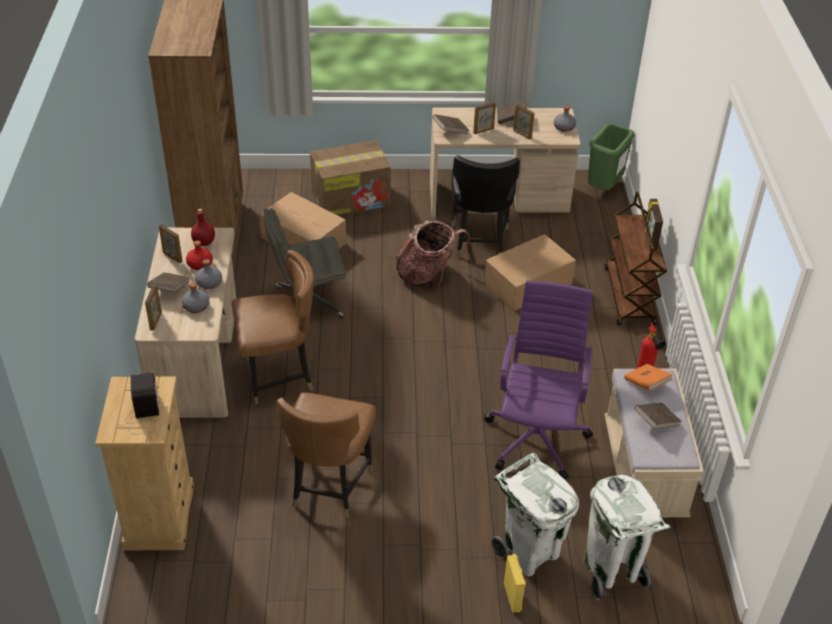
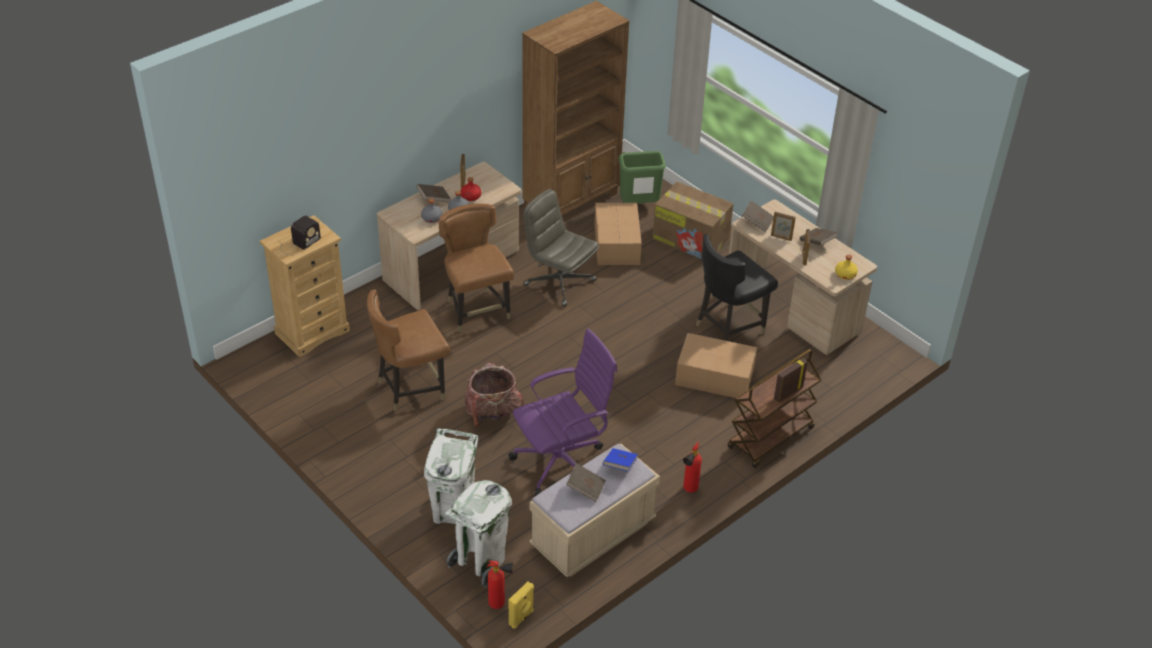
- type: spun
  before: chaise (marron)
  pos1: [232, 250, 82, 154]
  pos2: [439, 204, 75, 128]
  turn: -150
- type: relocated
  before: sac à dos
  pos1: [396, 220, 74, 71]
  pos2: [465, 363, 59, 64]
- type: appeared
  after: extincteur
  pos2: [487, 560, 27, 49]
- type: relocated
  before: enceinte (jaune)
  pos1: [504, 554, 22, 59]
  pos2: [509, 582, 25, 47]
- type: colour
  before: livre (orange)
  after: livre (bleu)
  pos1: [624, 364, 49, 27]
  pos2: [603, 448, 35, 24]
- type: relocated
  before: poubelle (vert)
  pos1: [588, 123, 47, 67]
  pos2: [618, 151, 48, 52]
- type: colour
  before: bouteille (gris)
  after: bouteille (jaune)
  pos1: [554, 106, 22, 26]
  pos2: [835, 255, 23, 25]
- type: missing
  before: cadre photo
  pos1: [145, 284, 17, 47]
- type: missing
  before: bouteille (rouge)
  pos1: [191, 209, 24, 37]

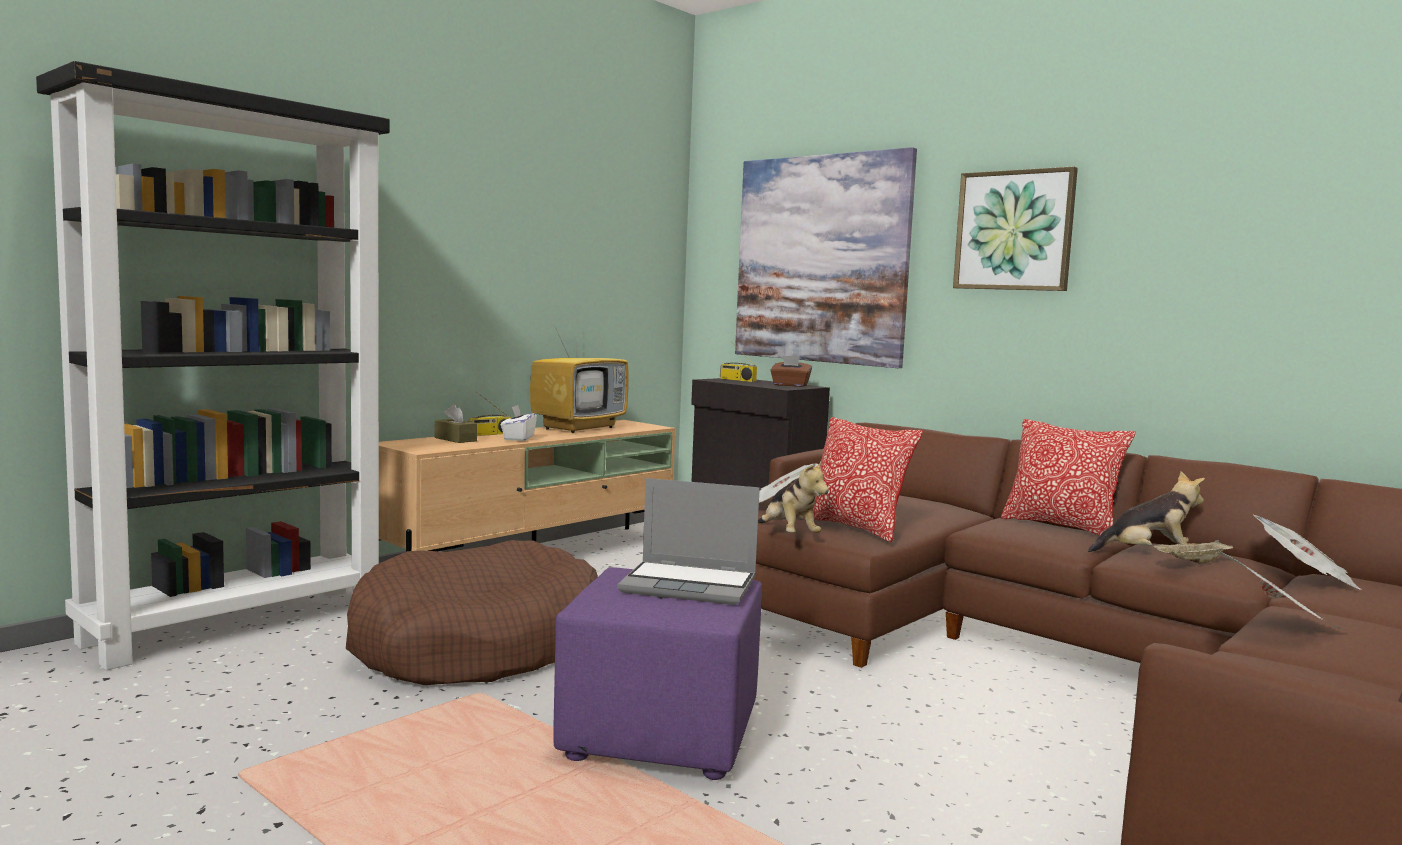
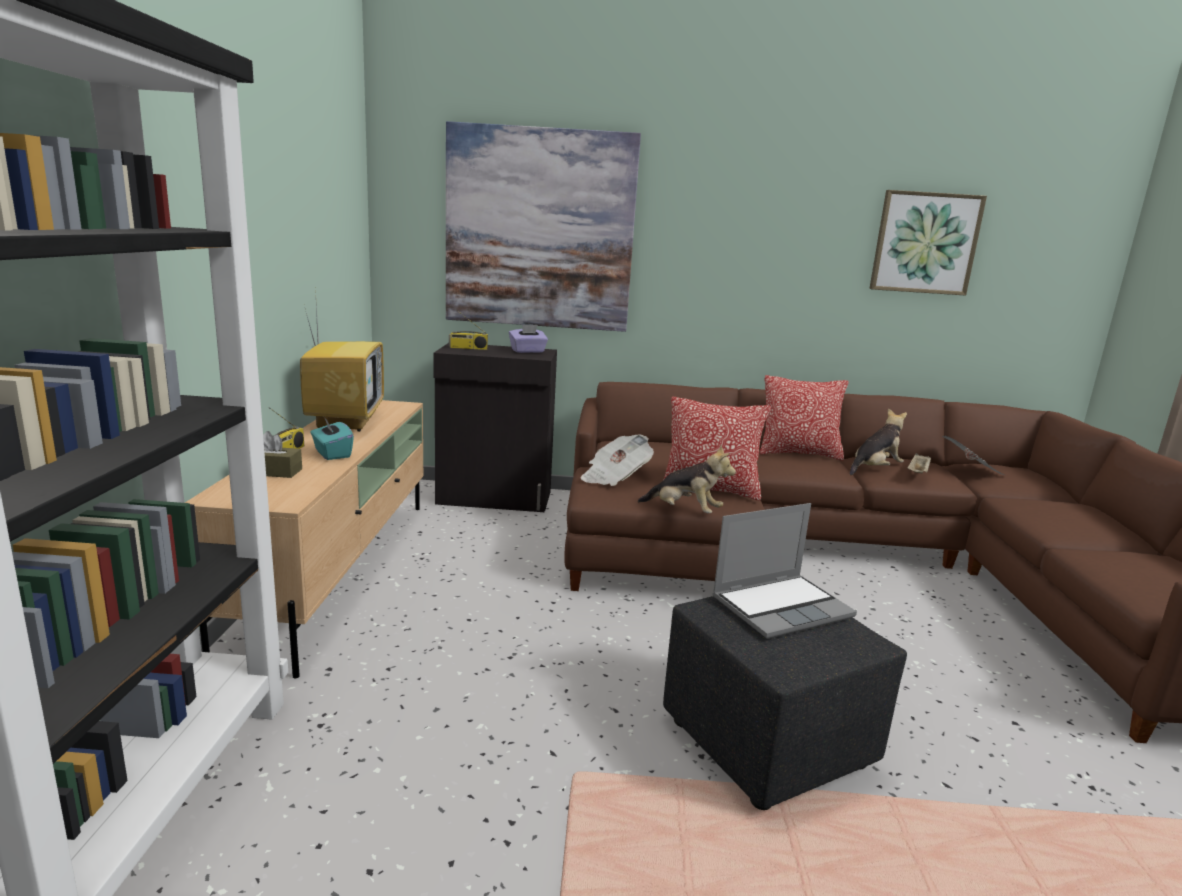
- type: colour
  before: boîte à mouchoirs (blanc)
  after: boîte à mouchoirs (turquoise)
  pos1: [501, 405, 36, 36]
  pos2: [310, 417, 44, 43]
- type: colour
  before: boîte à mouchoirs (marron)
  after: boîte à mouchoirs (violet)
  pos1: [770, 355, 42, 32]
  pos2: [509, 324, 39, 29]
- type: colour
  before: pouf (violet)
  after: pouf (noir)
  pos1: [553, 567, 209, 213]
  pos2: [663, 596, 244, 214]
- type: relocated
  before: tableau
  pos1: [953, 166, 125, 125]
  pos2: [869, 190, 118, 106]
- type: missing
  before: panier pour chien (marron)
  pos1: [346, 540, 252, 145]
- type: missing
  before: journal
  pos1: [1215, 550, 132, 81]

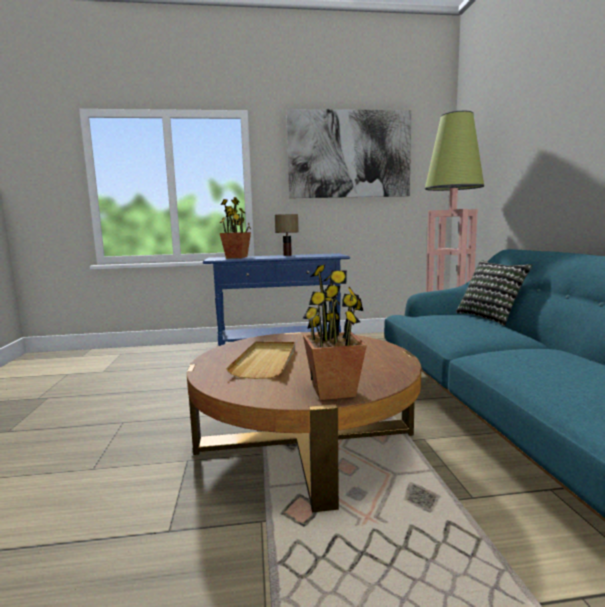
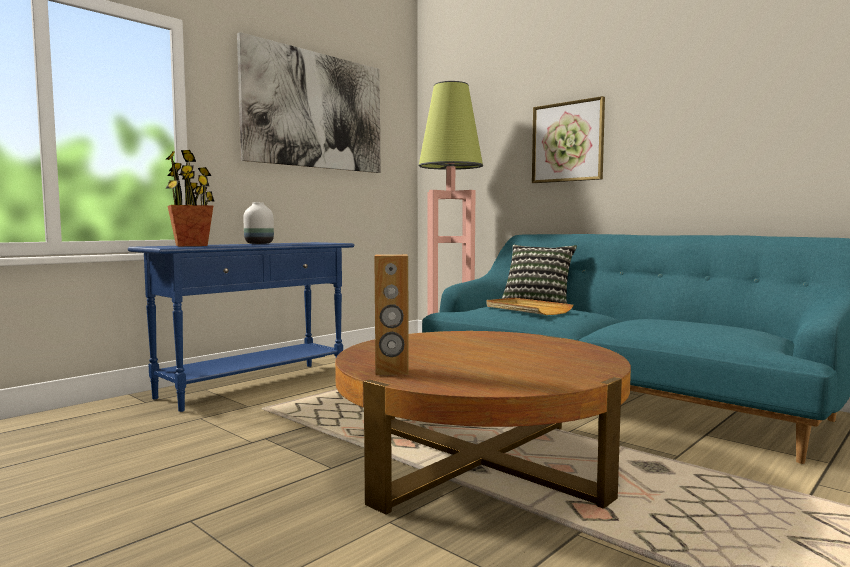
- type: exchanged
  before: lampe de table
  after: vase (blanc)
  pos1: [275, 214, 23, 42]
  pos2: [244, 202, 30, 42]
- type: appeared
  after: enceinte (marron)
  pos2: [374, 254, 35, 121]
- type: relocated
  before: plateau (beige)
  pos1: [226, 341, 69, 38]
  pos2: [487, 298, 86, 17]
- type: appeared
  after: tableau
  pos2: [532, 96, 73, 87]
- type: missing
  before: plante en pot
  pos1: [303, 265, 64, 135]

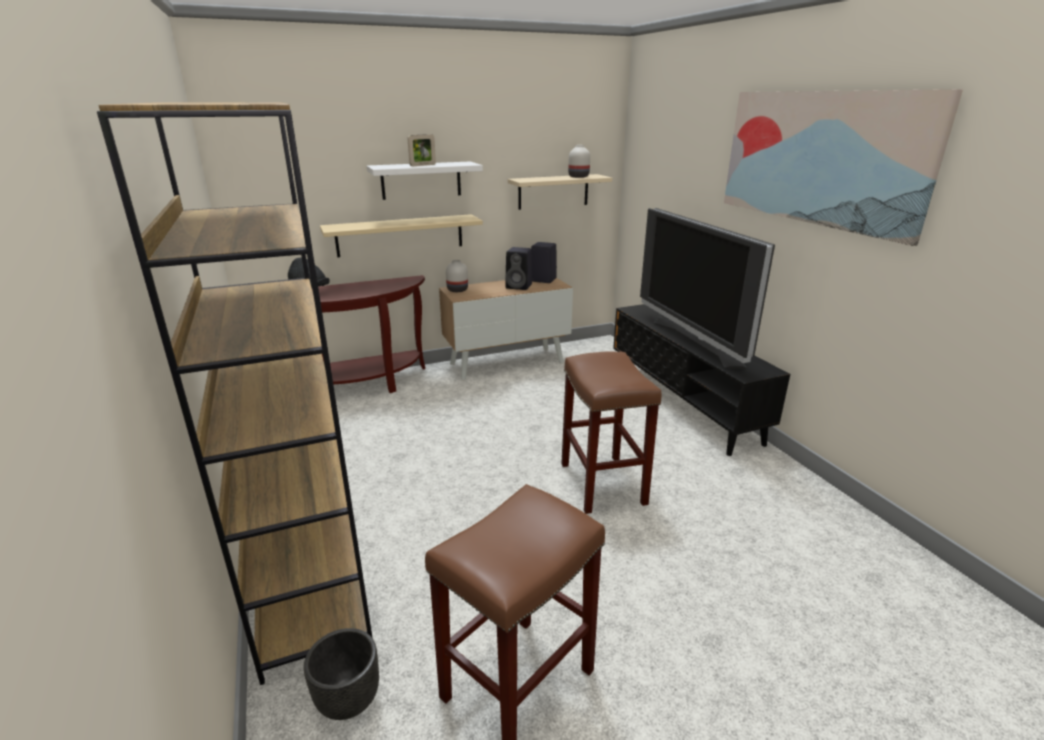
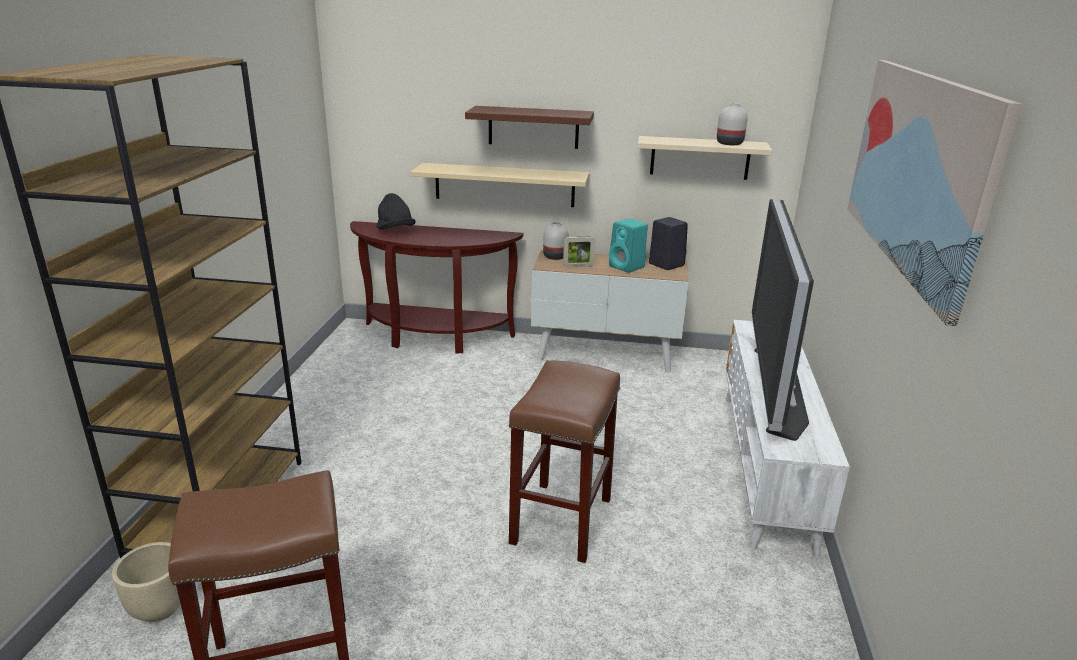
- type: colour
  before: cache-pot (noir)
  after: cache-pot (beige)
  pos1: [304, 628, 75, 92]
  pos2: [112, 542, 69, 80]
- type: colour
  before: étagère (blanc)
  after: étagère (marron)
  pos1: [367, 161, 116, 39]
  pos2: [465, 106, 129, 43]
- type: relocated
  before: cadre photo
  pos1: [407, 134, 29, 32]
  pos2: [563, 236, 32, 32]
- type: colour
  before: enceinte (noir)
  after: enceinte (turquoise)
  pos1: [506, 247, 26, 43]
  pos2: [609, 218, 39, 55]
- type: colour
  before: meuble télé (noir)
  after: meuble télé (blanc)
  pos1: [613, 304, 177, 152]
  pos2: [726, 320, 124, 238]

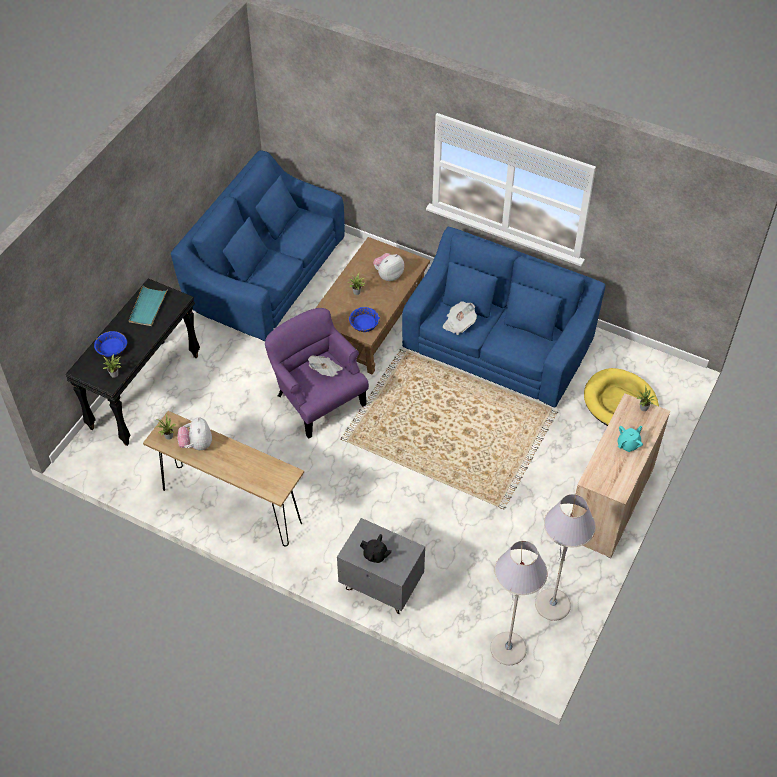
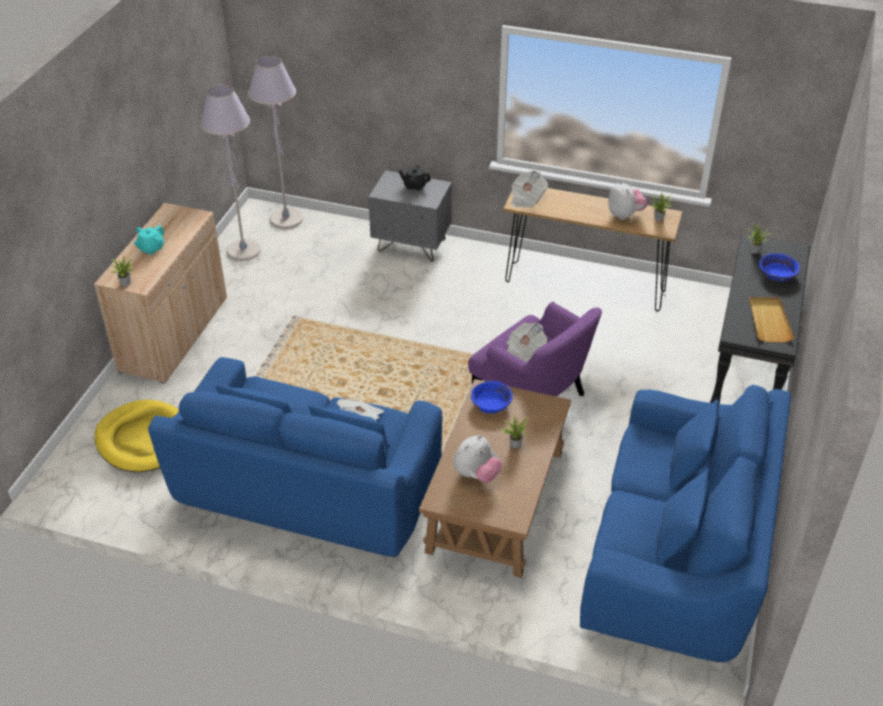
- type: appeared
  after: journal
  pos2: [510, 170, 38, 38]
- type: colour
  before: plateau (turquoise)
  after: plateau (beige)
  pos1: [129, 285, 38, 41]
  pos2: [749, 297, 45, 45]

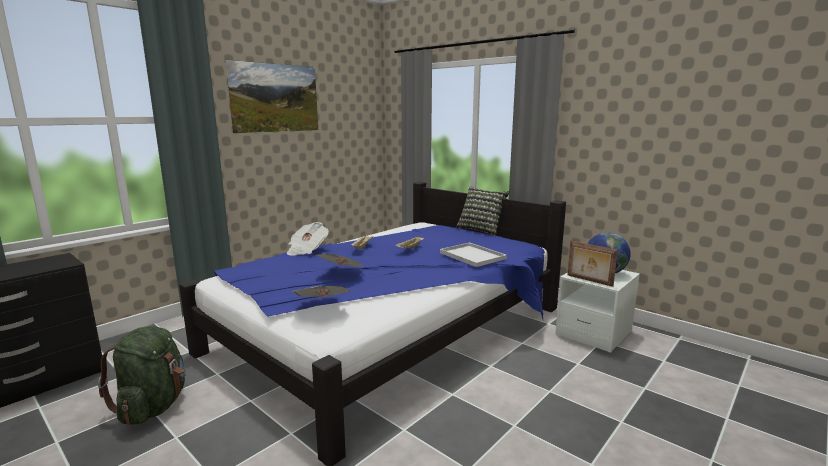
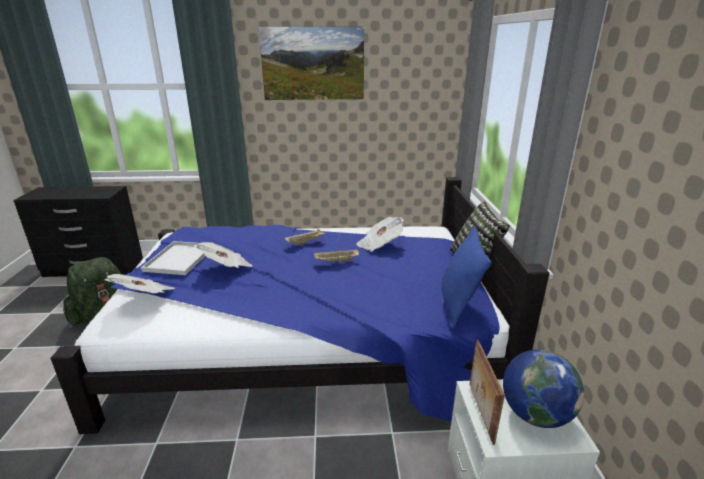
- type: relocated
  before: plateau (blanc)
  pos1: [440, 243, 67, 24]
  pos2: [141, 241, 64, 34]
- type: relocated
  before: journal
  pos1: [287, 222, 42, 34]
  pos2: [356, 217, 48, 34]
- type: appeared
  after: coussin (bleu)
  pos2: [442, 226, 50, 103]

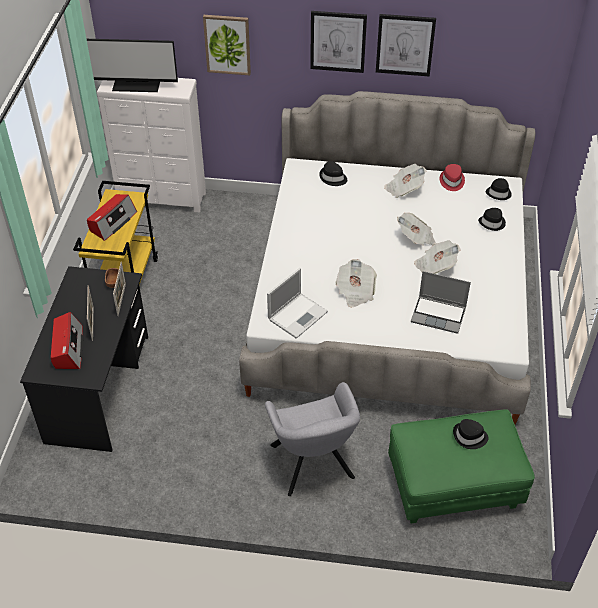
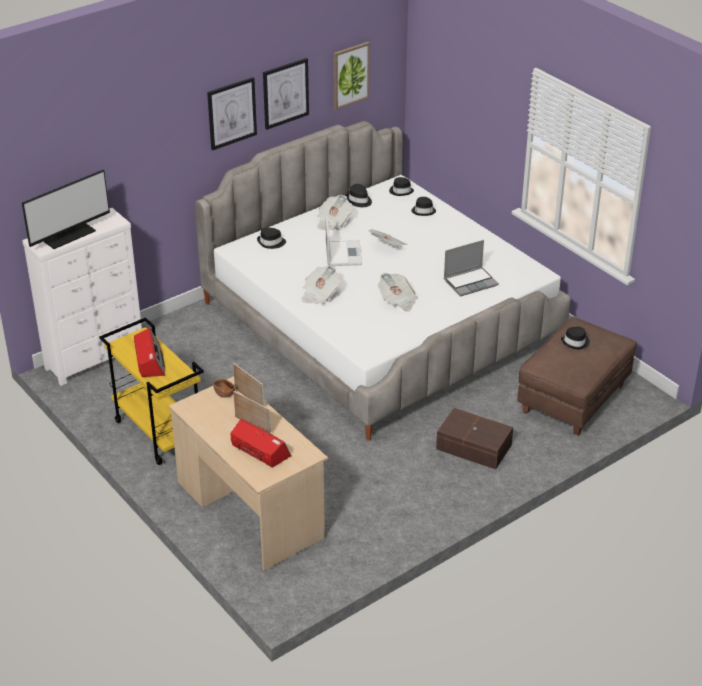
- type: colour
  before: bureau (noir)
  after: bureau (beige)
  pos1: [20, 266, 128, 186]
  pos2: [169, 376, 159, 195]
- type: relocated
  before: journal
  pos1: [414, 240, 46, 34]
  pos2: [301, 266, 40, 39]
- type: relocated
  before: ordinateur portable
  pos1: [267, 268, 61, 71]
  pos2: [325, 215, 37, 51]
- type: relocated
  before: tableau
  pos1: [203, 15, 48, 60]
  pos2: [334, 42, 36, 68]
- type: colour
  before: chapeau (rouge)
  after: chapeau (noir)
  pos1: [440, 164, 25, 27]
  pos2: [346, 184, 26, 23]
- type: exchanged
  before: fauteuil (gris)
  after: boîte de rangement (marron)
  pos1: [265, 382, 95, 114]
  pos2: [436, 408, 77, 61]
- type: colour
  before: pouf (vert)
  after: pouf (marron)
  pos1: [388, 409, 147, 115]
  pos2: [517, 317, 120, 119]

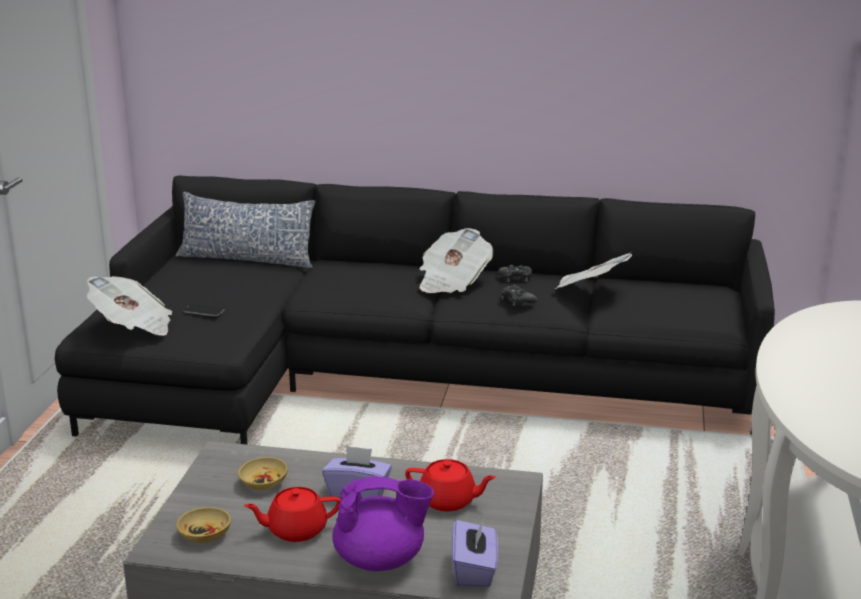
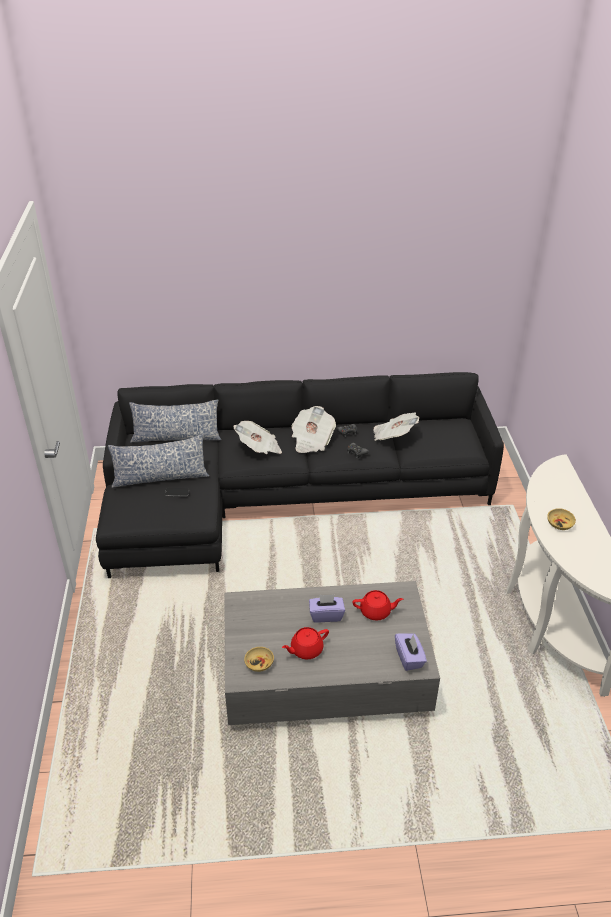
- type: appeared
  after: coussin
  pos2: [108, 434, 101, 54]
- type: relocated
  before: journal
  pos1: [87, 276, 85, 60]
  pos2: [234, 421, 48, 33]
- type: relocated
  before: bol (beige)
  pos1: [238, 457, 50, 33]
  pos2: [547, 508, 29, 22]
- type: missing
  before: théière (violet)
  pos1: [333, 476, 101, 95]

